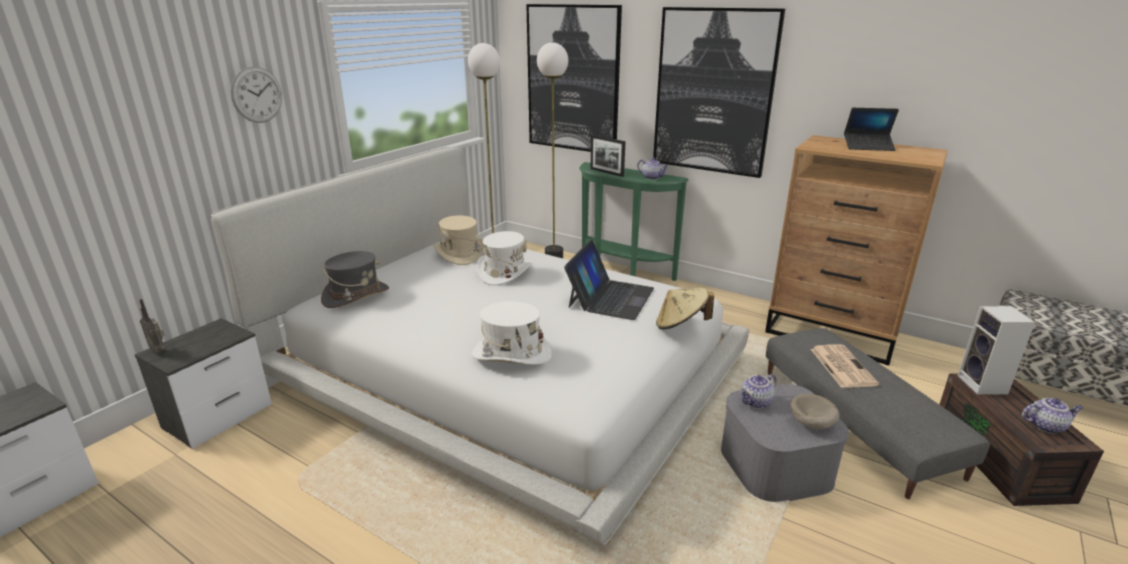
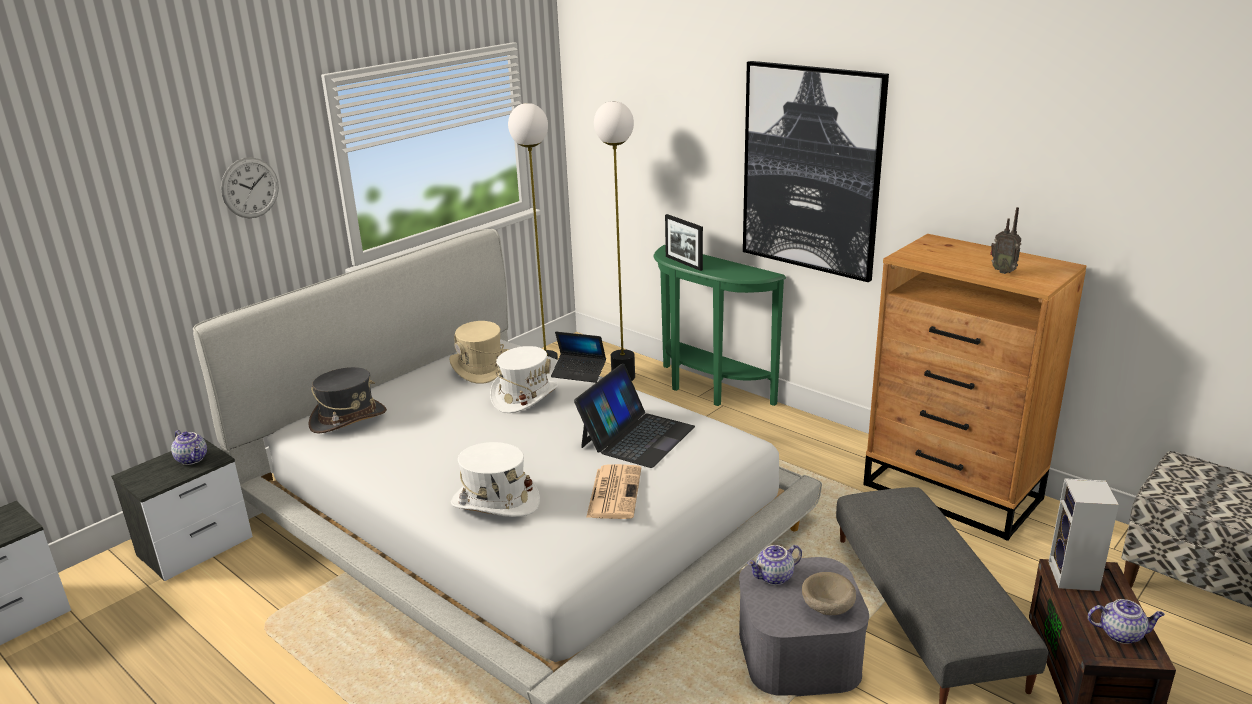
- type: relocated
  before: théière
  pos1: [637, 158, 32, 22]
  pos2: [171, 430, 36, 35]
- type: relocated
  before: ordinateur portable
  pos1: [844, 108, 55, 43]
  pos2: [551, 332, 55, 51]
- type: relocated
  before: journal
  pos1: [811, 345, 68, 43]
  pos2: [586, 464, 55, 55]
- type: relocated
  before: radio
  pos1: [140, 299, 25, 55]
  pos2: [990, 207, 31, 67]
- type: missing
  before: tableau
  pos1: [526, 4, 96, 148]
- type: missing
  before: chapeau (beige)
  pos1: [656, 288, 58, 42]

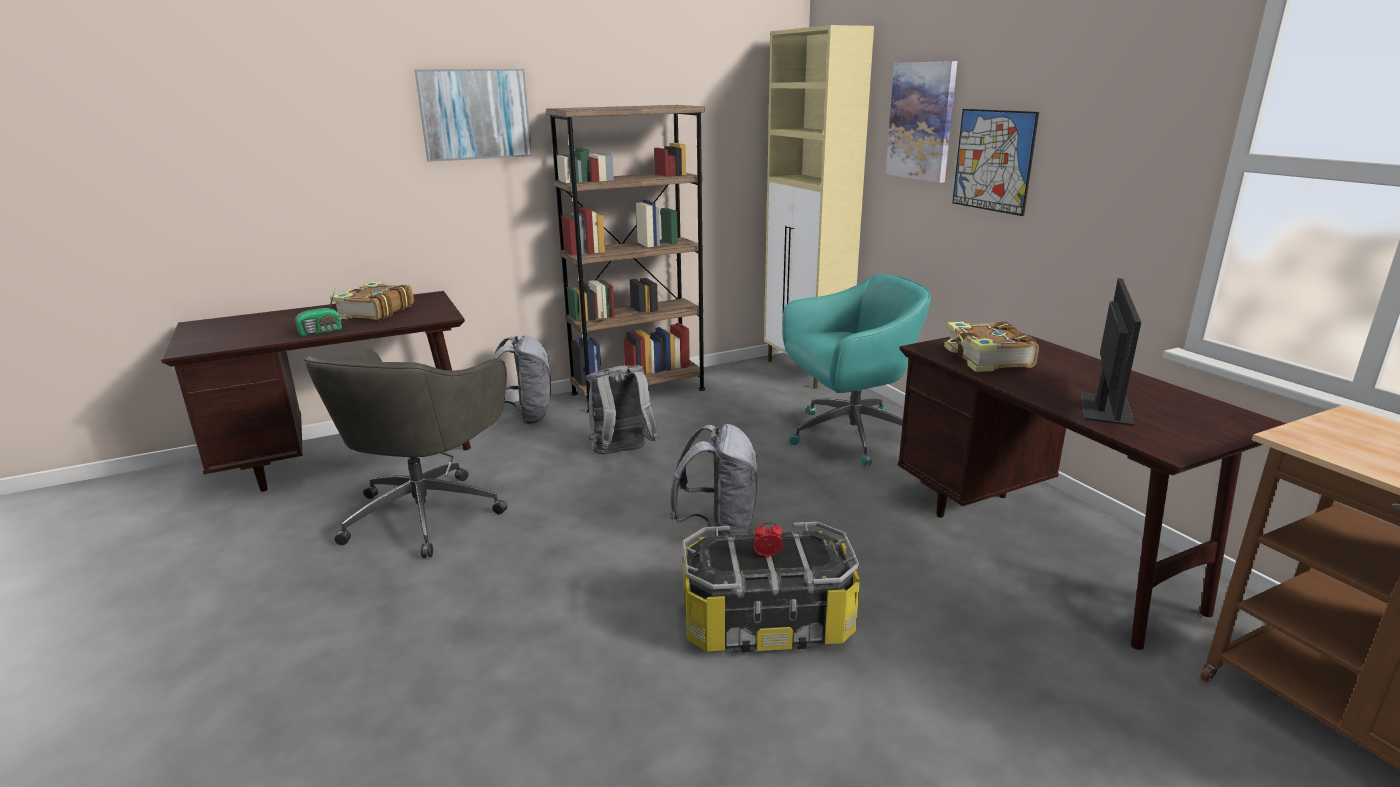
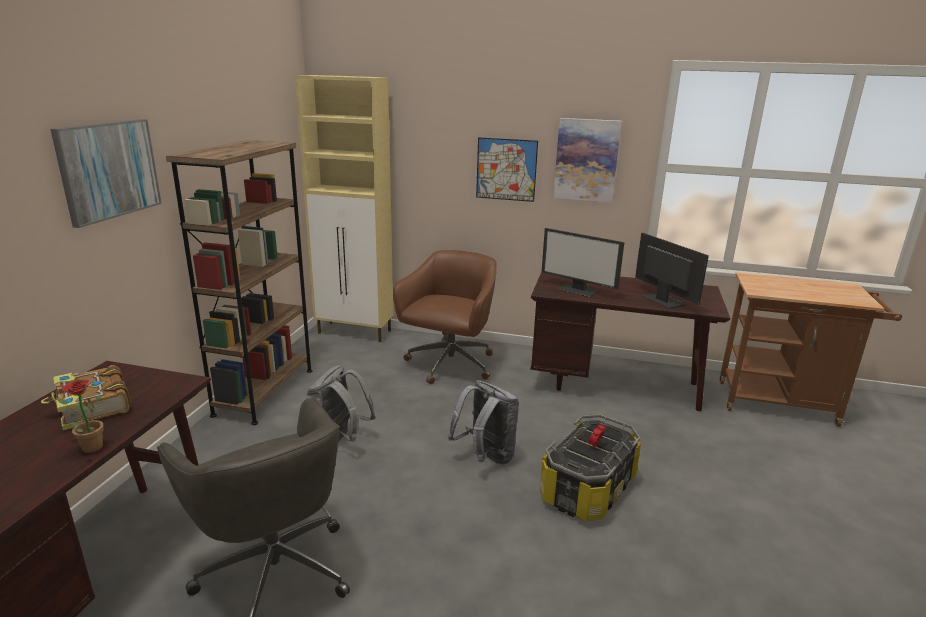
- type: exchanged
  before: radio
  after: plante en pot
  pos1: [295, 289, 47, 47]
  pos2: [58, 380, 46, 73]
- type: colour
  before: chaise de bureau (turquoise)
  after: chaise de bureau (marron)
  pos1: [782, 274, 149, 192]
  pos2: [393, 250, 104, 134]
- type: exchanged
  before: livre
  after: écran d'ordinateur
  pos1: [944, 321, 95, 51]
  pos2: [542, 228, 82, 69]
- type: relocated
  before: tableau
  pos1: [886, 61, 71, 122]
  pos2: [553, 118, 69, 84]
- type: missing
  before: sac à dos (gris)
  pos1: [492, 335, 59, 90]

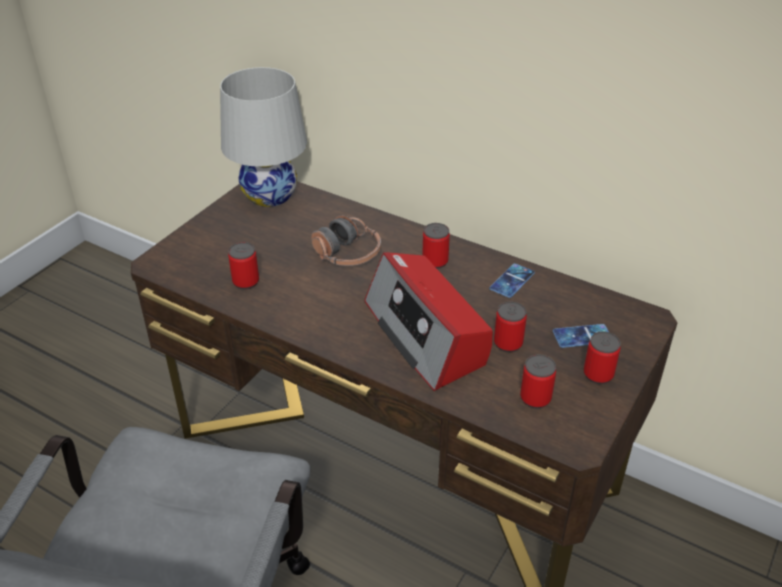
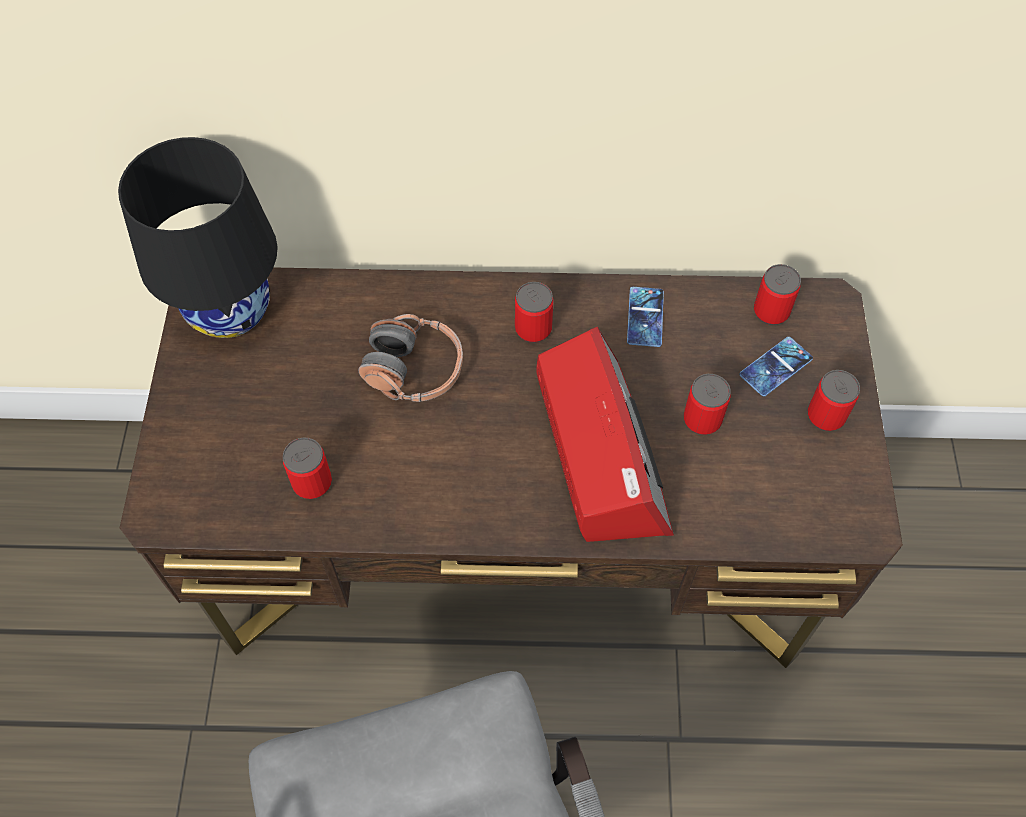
- type: colour
  before: lampe de table (blanc)
  after: lampe de table (noir)
  pos1: [220, 67, 87, 140]
  pos2: [118, 137, 160, 201]
- type: spun
  before: radio
  pos1: [365, 252, 128, 139]
  pos2: [536, 327, 138, 215]
  turn: -135
- type: relocated
  before: boîte métallique
  pos1: [520, 355, 36, 54]
  pos2: [754, 264, 47, 61]

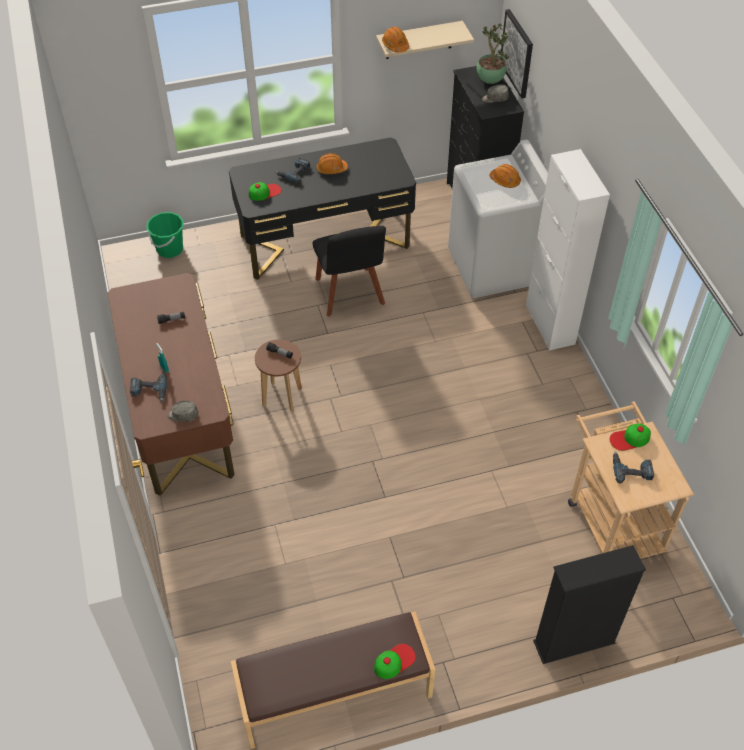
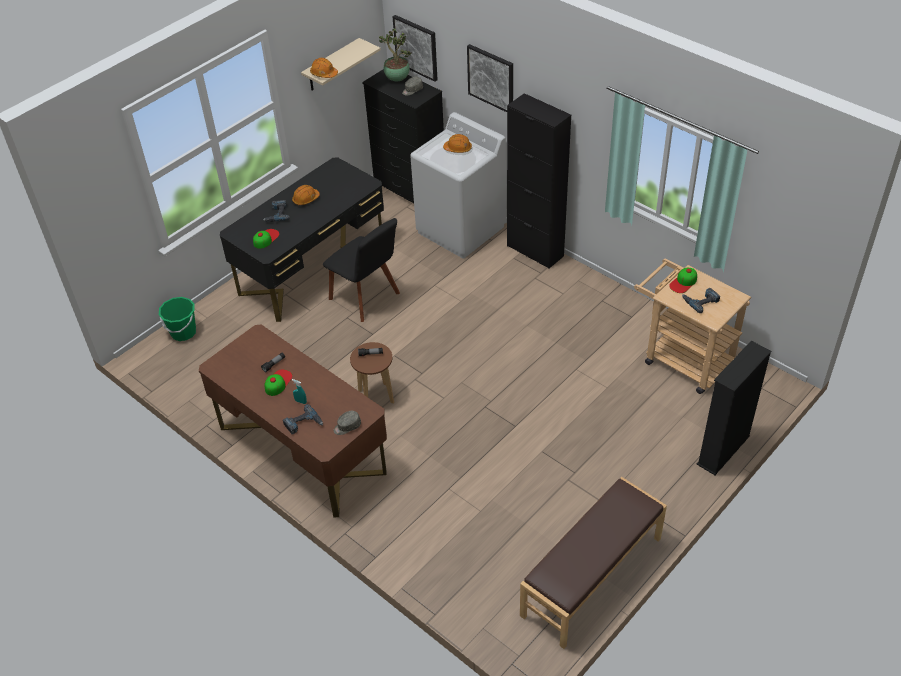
- type: relocated
  before: casquette
  pos1: [374, 644, 42, 35]
  pos2: [264, 369, 28, 27]
- type: appeared
  after: tableau
  pos2: [467, 44, 46, 68]
- type: colour
  before: meuble de rangement (blanc)
  after: meuble de rangement (noir)
  pos1: [526, 149, 84, 201]
  pos2: [507, 93, 64, 176]

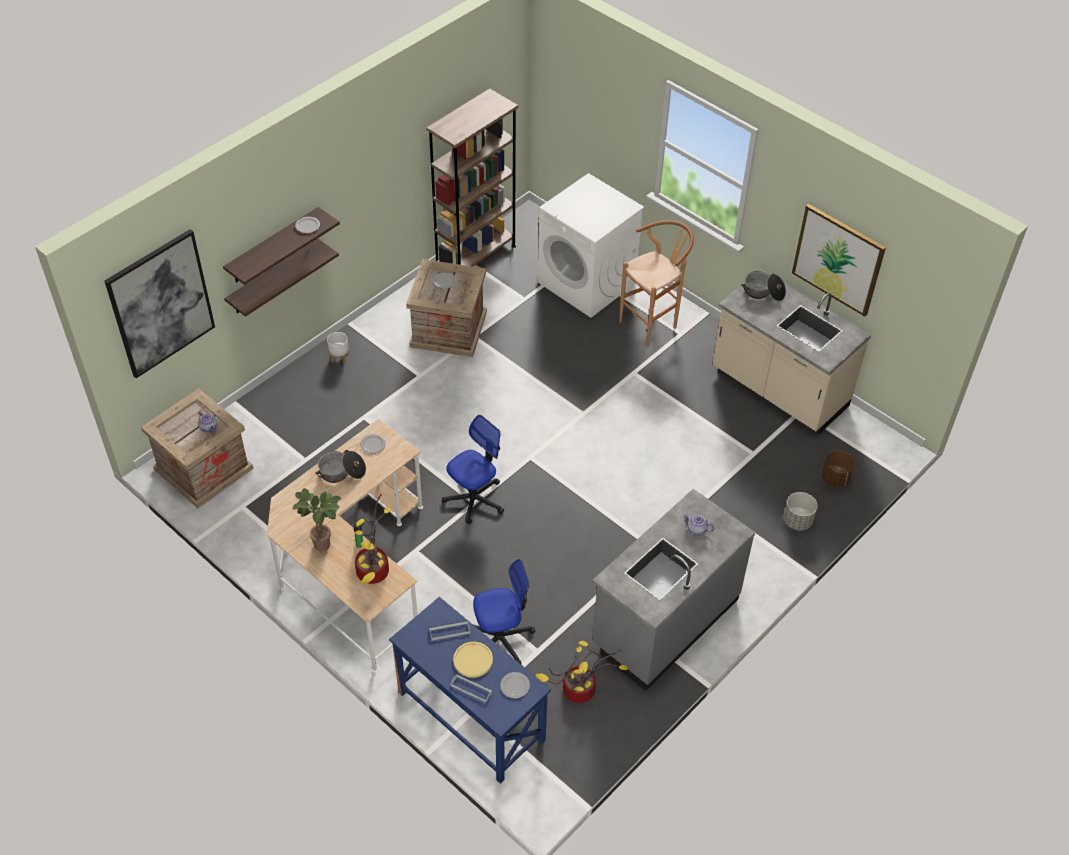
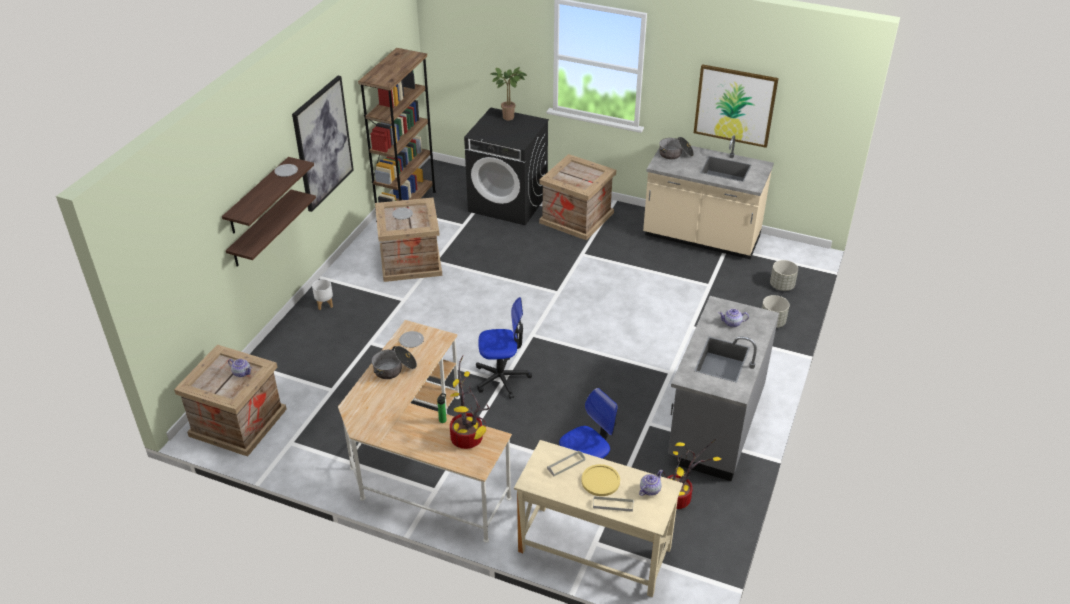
- type: relocated
  before: tableau
  pos1: [105, 229, 110, 149]
  pos2: [292, 76, 62, 136]
- type: colour
  before: lave-linge (blanc)
  after: lave-linge (noir)
  pos1: [538, 173, 106, 145]
  pos2: [464, 107, 85, 118]
- type: spun
  before: chaise de bureau
  pos1: [442, 415, 62, 109]
  pos2: [476, 297, 56, 102]
  turn: 60
- type: relocated
  before: plante en pot
  pos1: [292, 488, 49, 63]
  pos2: [490, 67, 37, 54]
- type: colour
  before: bureau (bleu)
  after: bureau (beige)
  pos1: [389, 597, 162, 187]
  pos2: [514, 440, 169, 157]
- type: exchanged
  before: tabouret (marron)
  after: caisse
  pos1: [619, 220, 75, 127]
  pos2: [539, 154, 77, 86]
- type: exchanged
  before: assiette
  after: théière
  pos1: [500, 672, 30, 26]
  pos2: [639, 470, 24, 26]
- type: colour
  before: cache-pot (marron)
  after: cache-pot (gris)
  pos1: [822, 450, 33, 38]
  pos2: [770, 260, 28, 31]

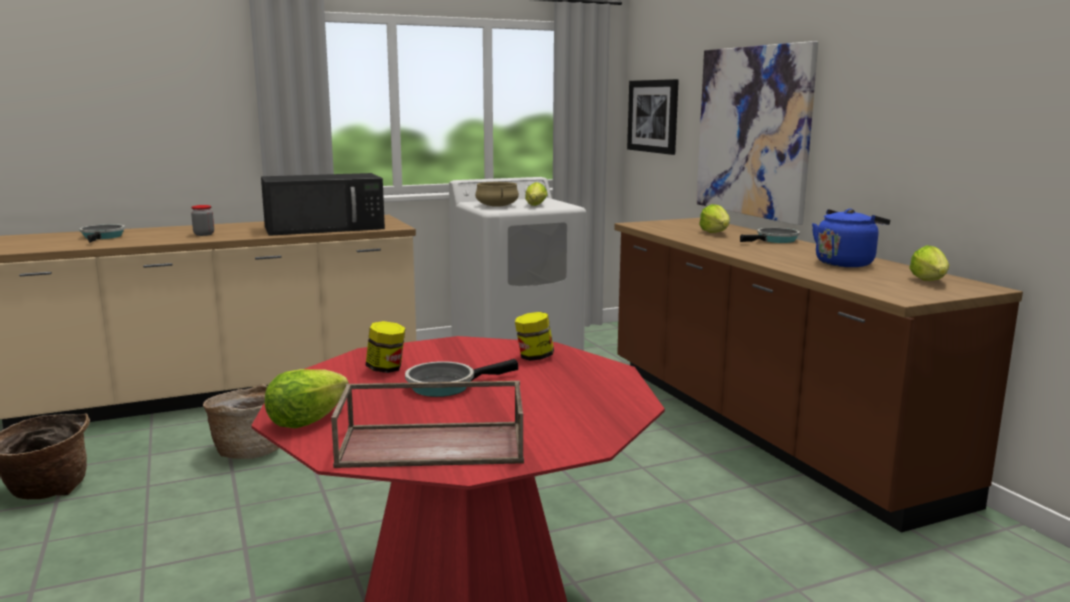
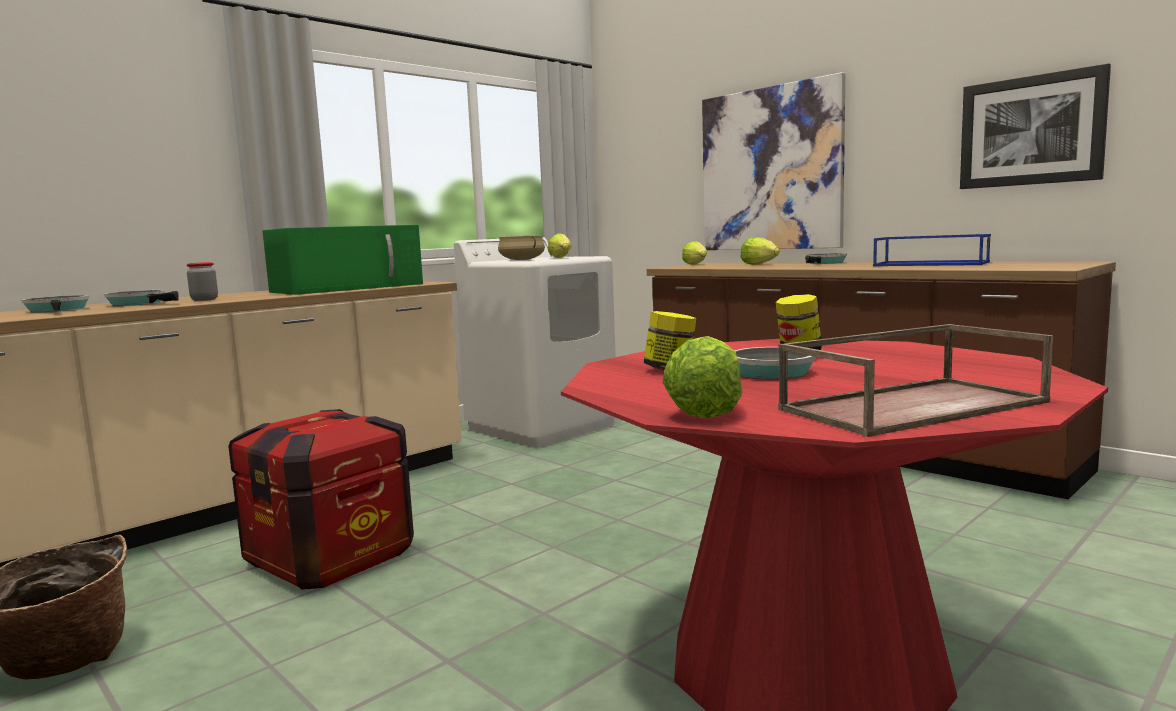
- type: appeared
  after: poêle
  pos2: [104, 290, 74, 16]
- type: exchanged
  before: panier
  after: caisse
  pos1: [203, 384, 76, 75]
  pos2: [228, 409, 186, 181]
- type: colour
  before: micro-ondes (noir)
  after: micro-ondes (vert)
  pos1: [261, 173, 124, 63]
  pos2: [262, 225, 161, 70]
- type: relocated
  before: laitue
  pos1: [909, 245, 40, 36]
  pos2: [682, 241, 25, 24]
- type: exchanged
  before: bouilloire (bleu)
  after: plateau (bleu)
  pos1: [812, 209, 78, 58]
  pos2: [873, 234, 118, 32]
- type: relocated
  before: tableau
  pos1: [627, 79, 52, 76]
  pos2: [960, 63, 151, 126]

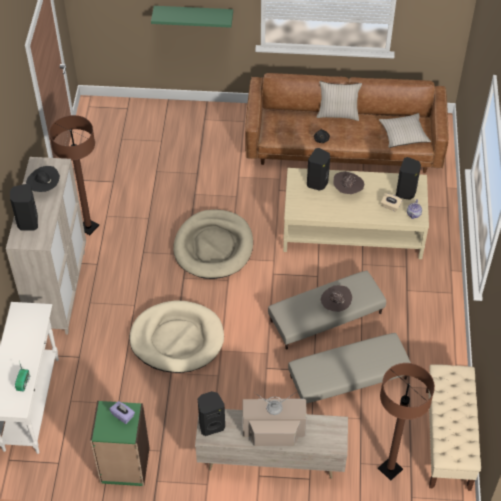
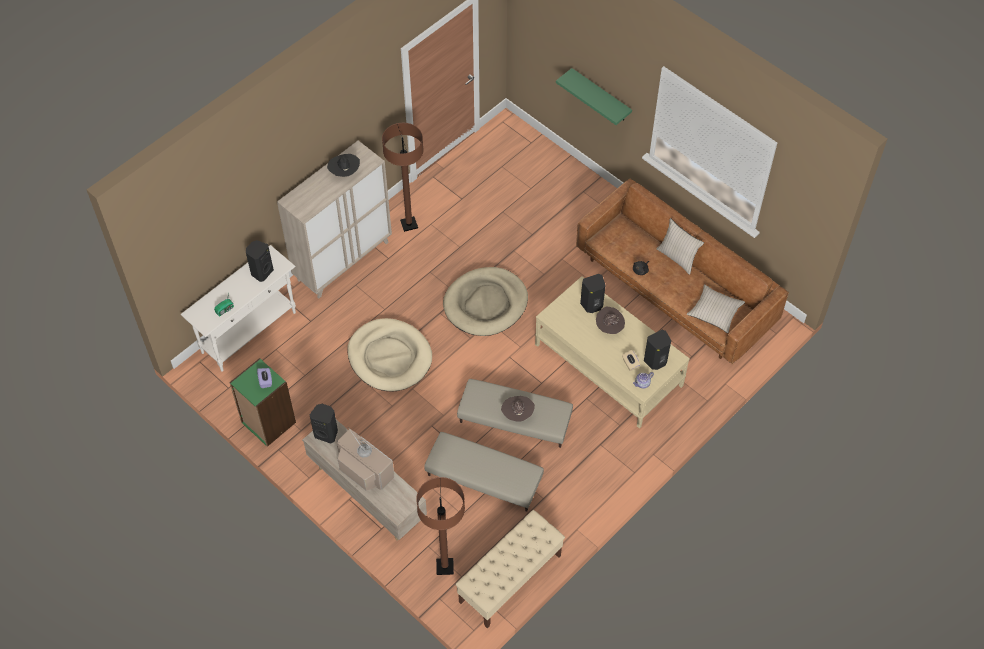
- type: relocated
  before: enceinte (noir)
  pos1: [10, 184, 28, 47]
  pos2: [246, 240, 28, 42]

